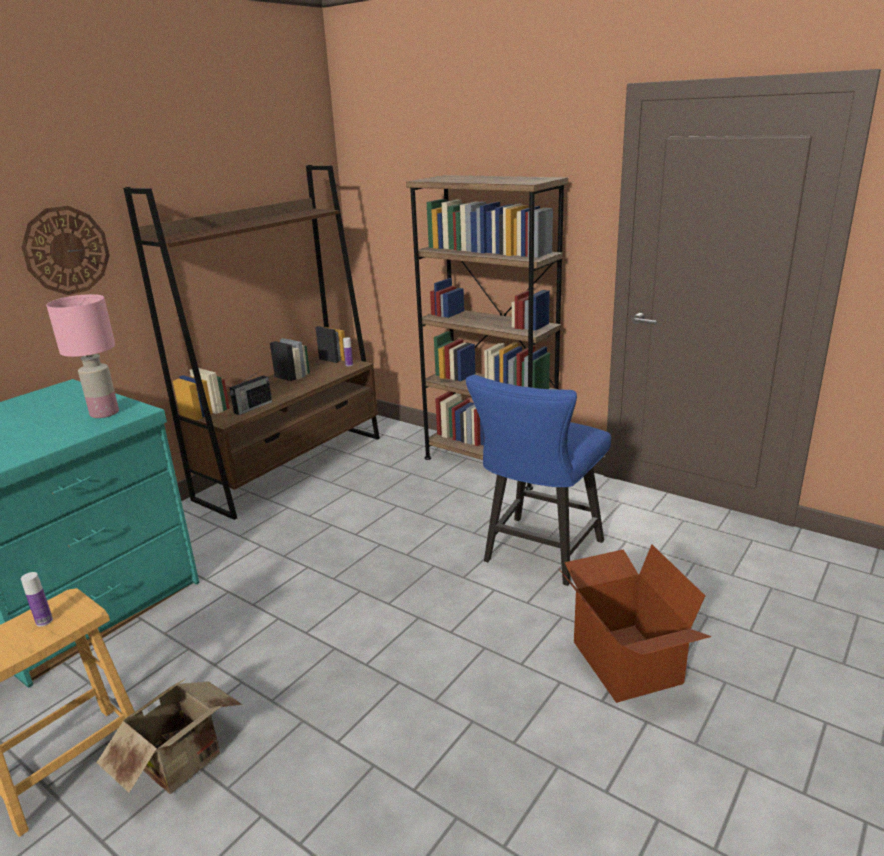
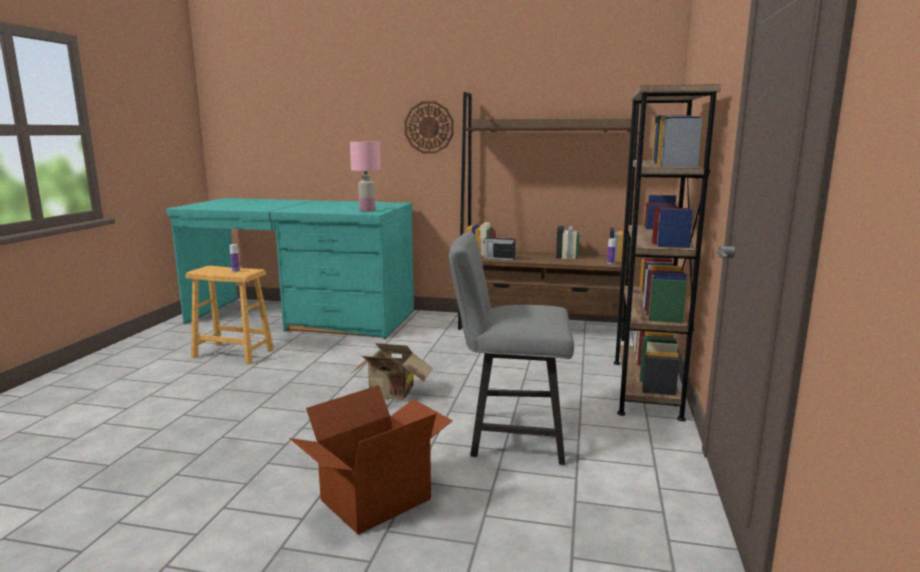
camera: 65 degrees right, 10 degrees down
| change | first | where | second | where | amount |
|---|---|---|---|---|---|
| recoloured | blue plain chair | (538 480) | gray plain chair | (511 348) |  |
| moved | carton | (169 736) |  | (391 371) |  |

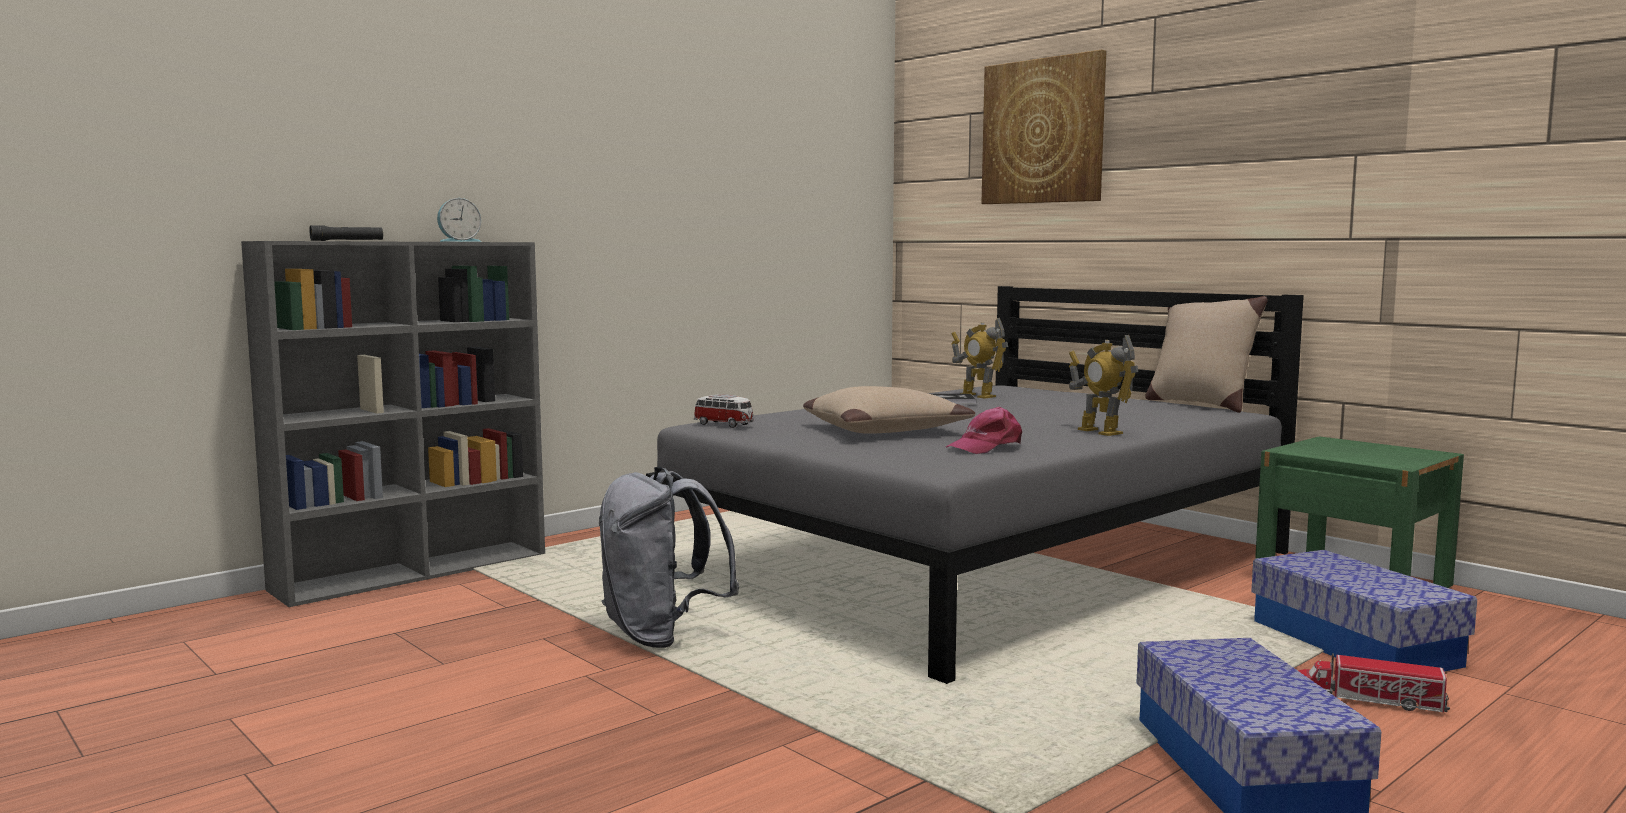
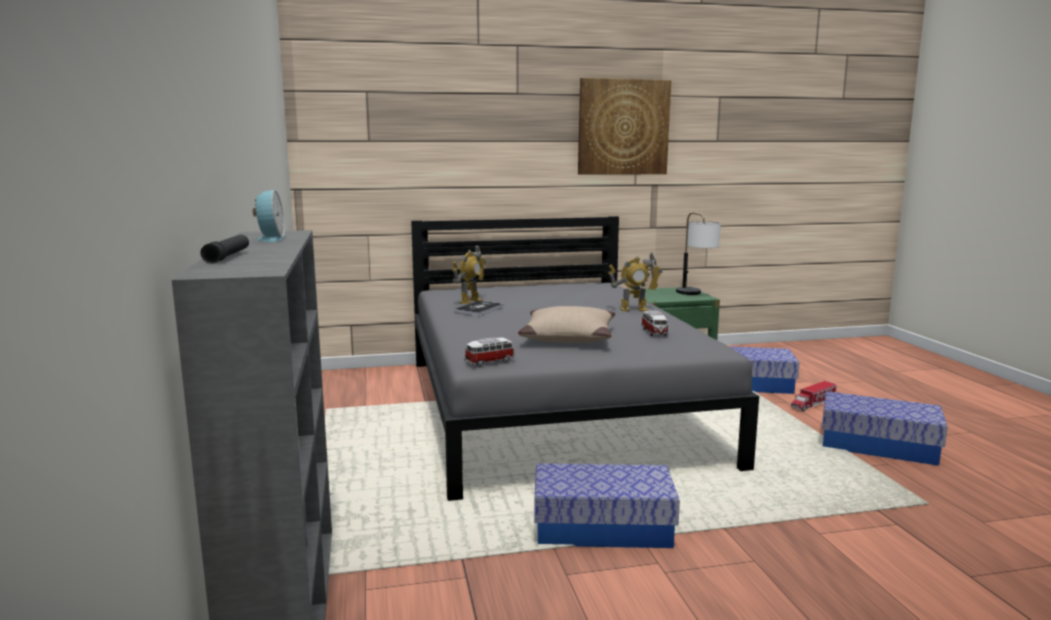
camera: 60 degrees left, 5 degrees up
| change | first | where | second | where | amount |
|---|---|---|---|---|---|
| moved | wall art | (1043 127) |  | (624 126) |  |
| removed | sand-coloured cushion | (1206 354) |  |  |  |
| turned | robot figure | (980 358) |  | (469 274) | 45 degrees counterclockwise |
| replaced | pink peaked cap | (984 430) | miniature car | (655 323) |  |
| replaced | gray knapsack | (669 557) | storage box | (607 505) |  |
| added |  |  | tabletop lamp | (698 253) |  |

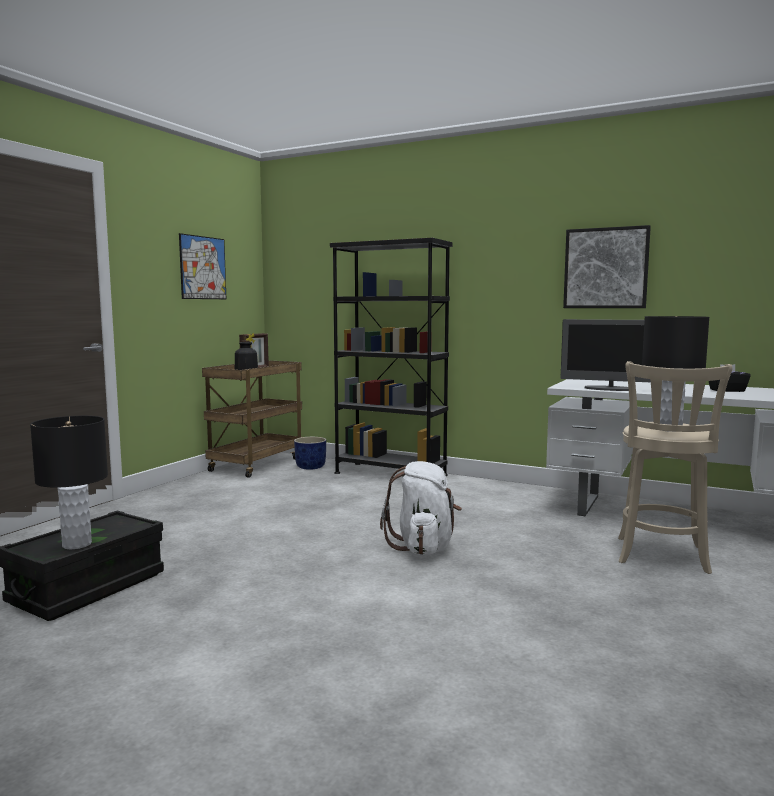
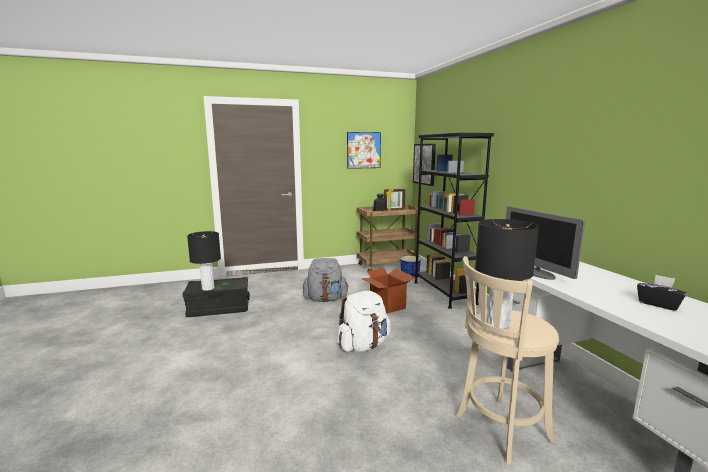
camera: 45 degrees right, 5 degrees up
| change | first | where | second | where | amount |
|---|---|---|---|---|---|
| moved | wall art | (607 266) |  | (424 165) |  |
| added |  |  | gray knapsack | (325 280) |  |
| added |  |  | carton | (388 291) |  |

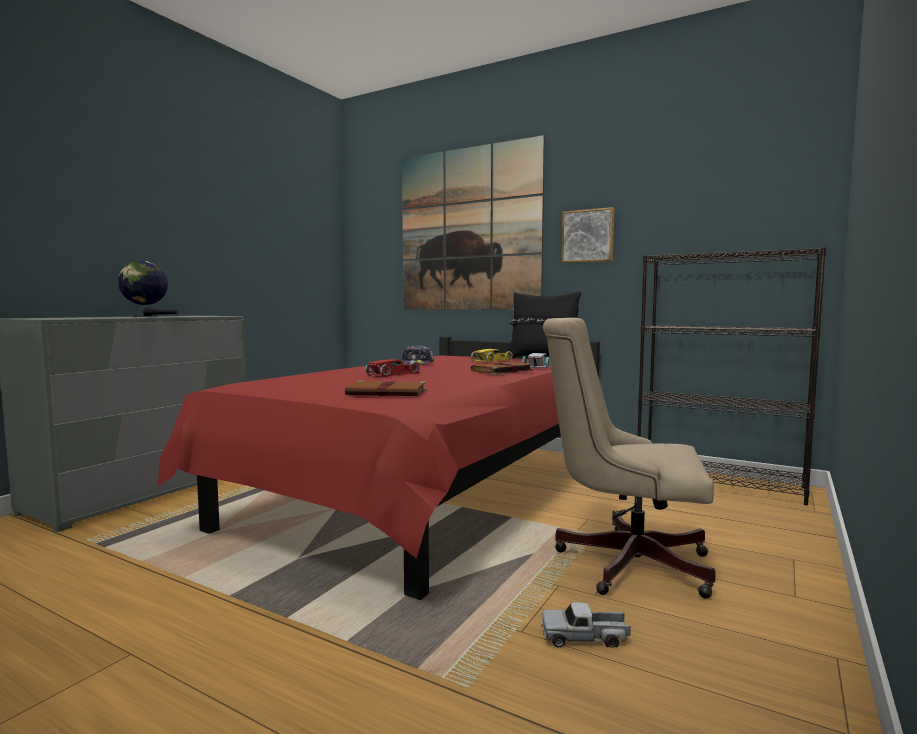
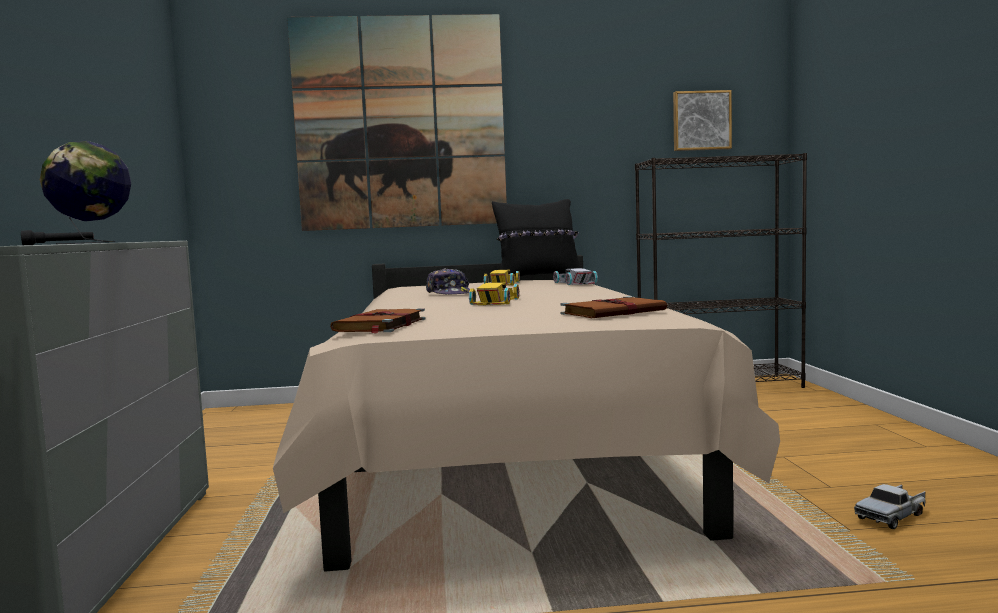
camera: 35 degrees left, 0 degrees up
| change | first | where | second | where | amount |
|---|---|---|---|---|---|
| moved | wall art | (587 235) |  | (702 120) |  |
| removed | sand-coloured office chair | (629 458) |  |  |  |
| recoloured | reddish bedroom bed | (379 468) | sand-coloured bedroom bed | (526 413) |  |
| recoloured | reddish miniature car | (392 368) | yellow-coloured miniature car | (494 294) |  |
| moved | brown-coloured book | (502 368) |  | (377 321) |  |

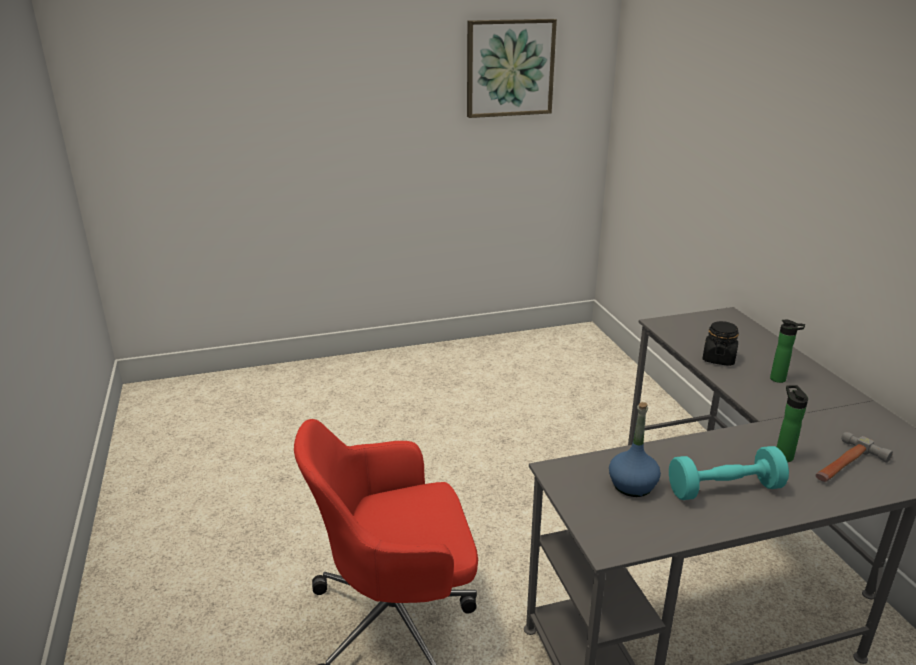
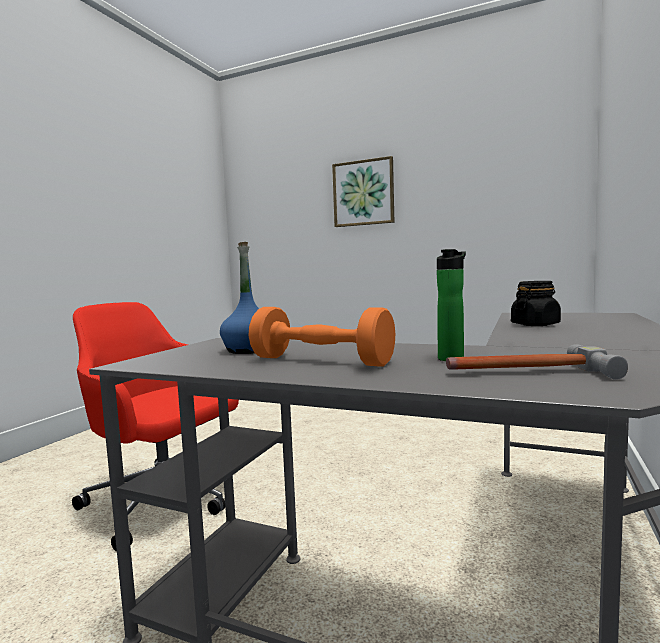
camera: 40 degrees right, 20 degrees down
| change | first | where | second | where | amount |
|---|---|---|---|---|---|
| moved | wall art | (512 68) |  | (363 191) |  |
| removed | drink bottle | (787 351) |  |  |  |
| recoloured | turquoise dumbbell | (729 473) | orangey dumbbell | (322 337) |  |

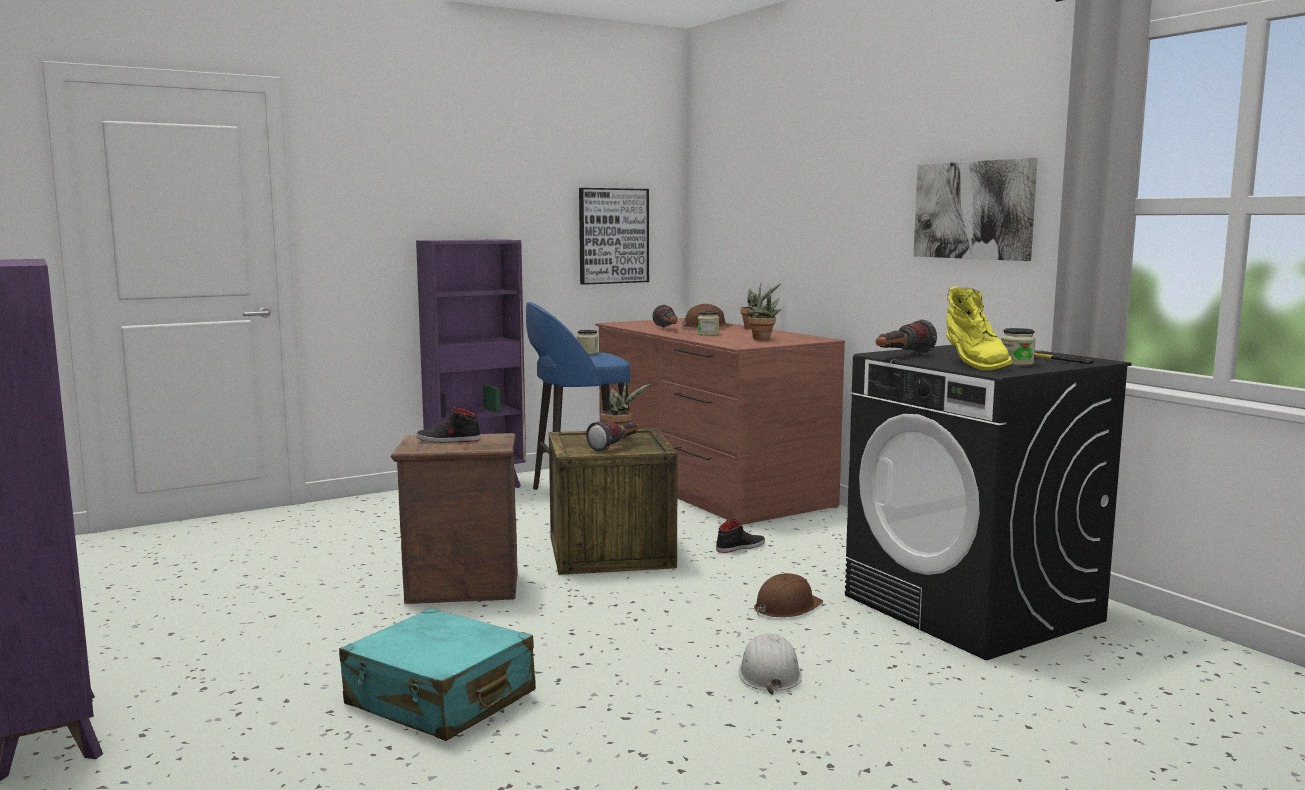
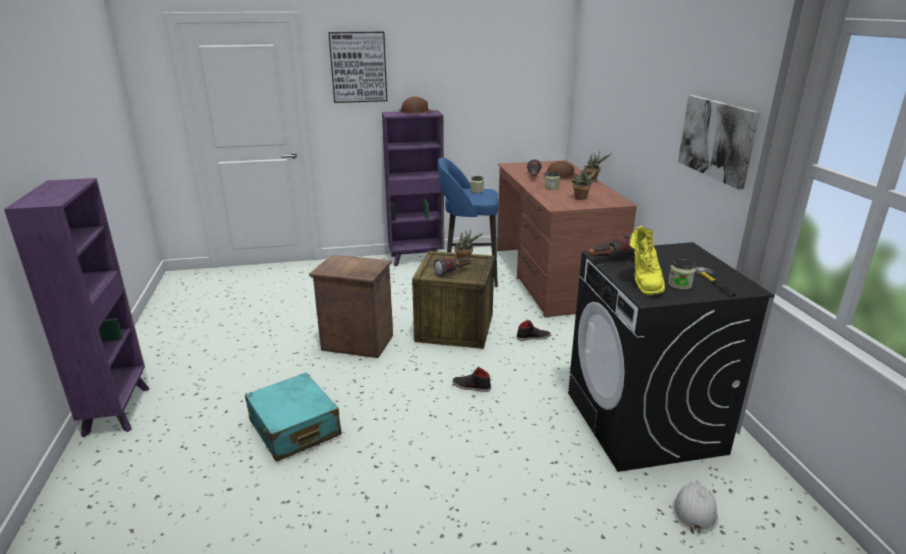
camera: 20 degrees right, 15 degrees up
| change | first | where | second | where | amount |
|---|---|---|---|---|---|
| moved | wall art | (614 236) |  | (357 67) |  |
| moved | black-coloured item of footwear | (448 424) |  | (472 379) |  |
| moved | brown-coloured hard hat | (788 595) |  | (416 105) |  |
| moved | white-coloured hard hat | (770 664) |  | (695 508) |  |

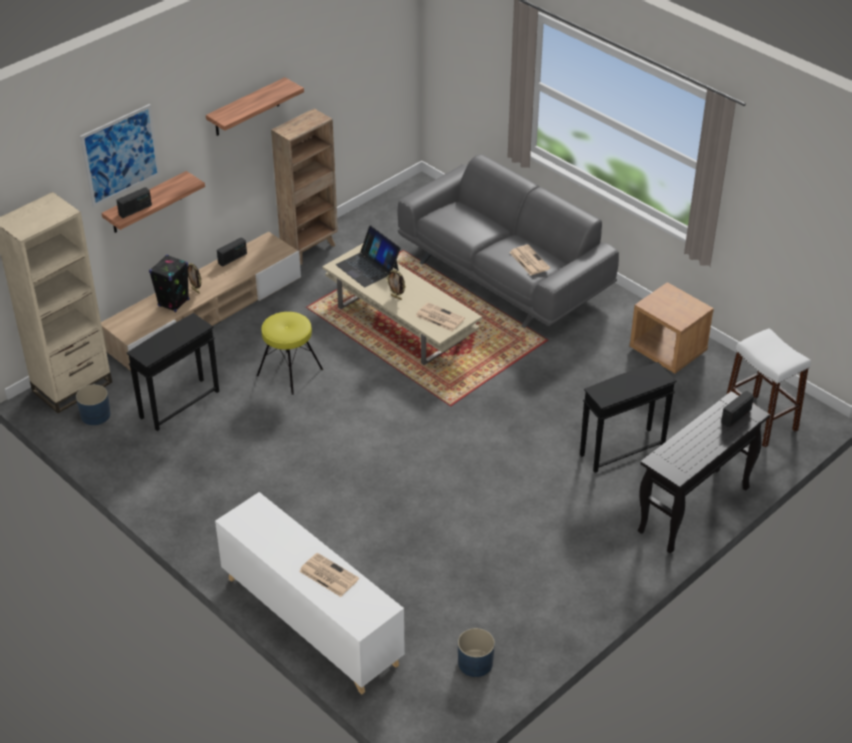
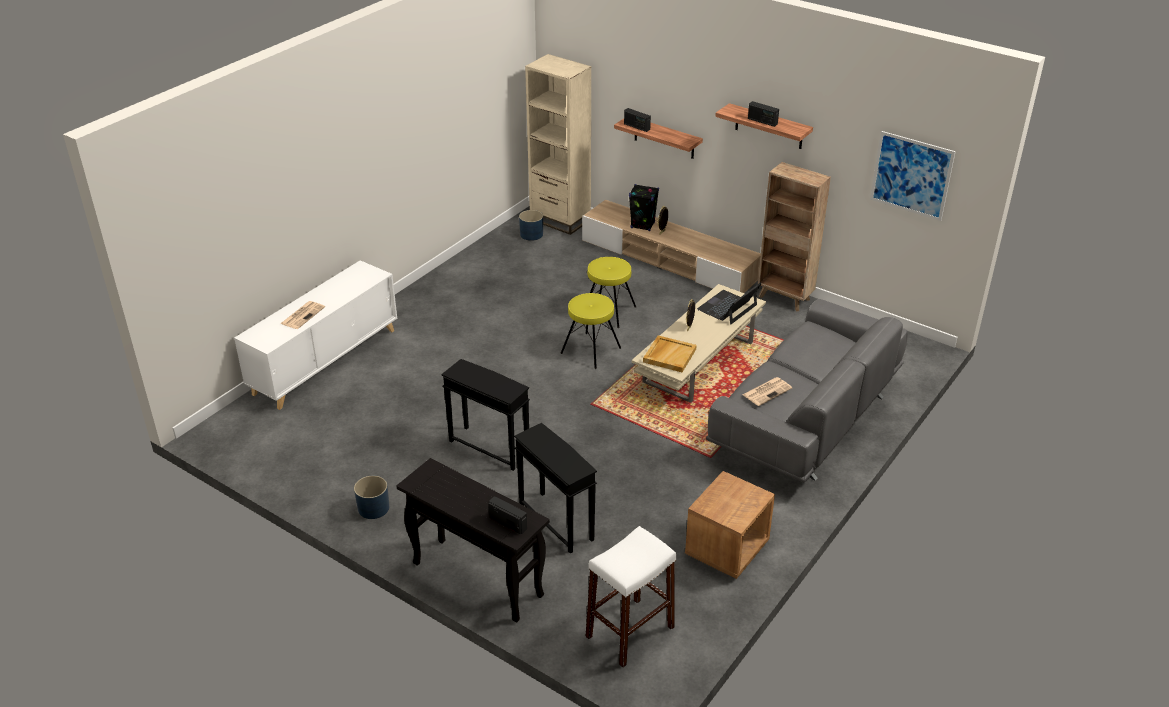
camera: 80 degrees right, 5 degrees down
| change | first | where | second | where | amount |
|---|---|---|---|---|---|
| moved | wall art | (120 155) |  | (913 176) |  |
| moved | radio receiver | (232 252) |  | (763 114) |  |
| replaced | daily paper | (440 317) | sand-coloured carrying tray | (670 353) |  |
| moved | black-coloured side table | (173 372) |  | (485 415) |  |
| moved | blue flower pot | (476 652) |  | (371 497) |  |
| added |  |  | yellow-coloured stool | (590 331) |  |

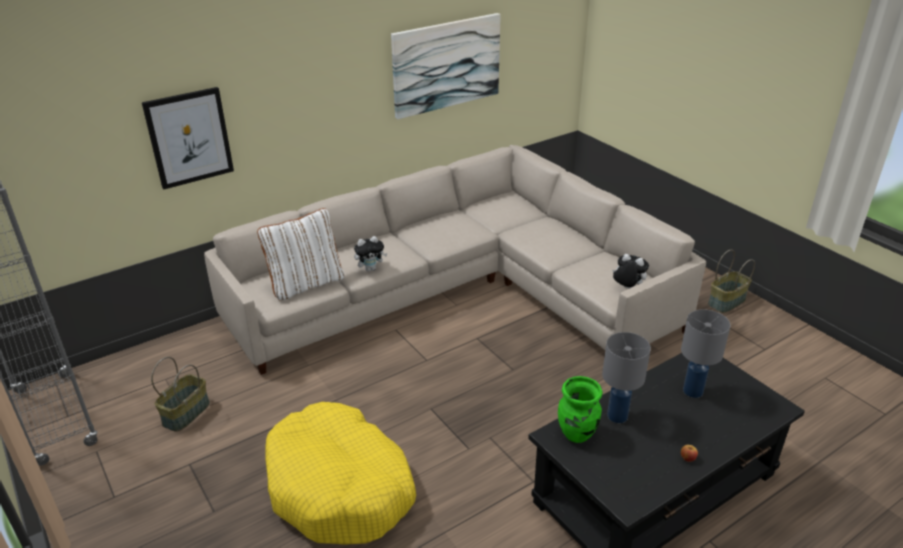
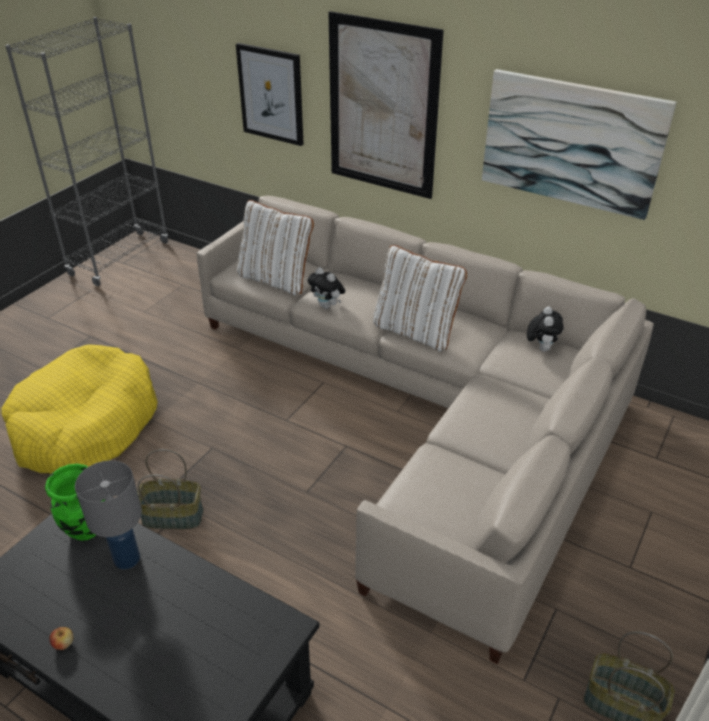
camera: 65 degrees right, 5 degrees up
| change | first | where | second | where | amount |
|---|---|---|---|---|---|
| moved | plush toy | (630 271) |  | (545 329) |  |
| removed | gray tabletop lamp | (706 353) |  |  |  |
| moved | basket | (180 394) |  | (170 489) |  |
| added |  |  | wall art | (386 105) |  |
| added |  |  | white-coloured cushion | (420 298) |  |

